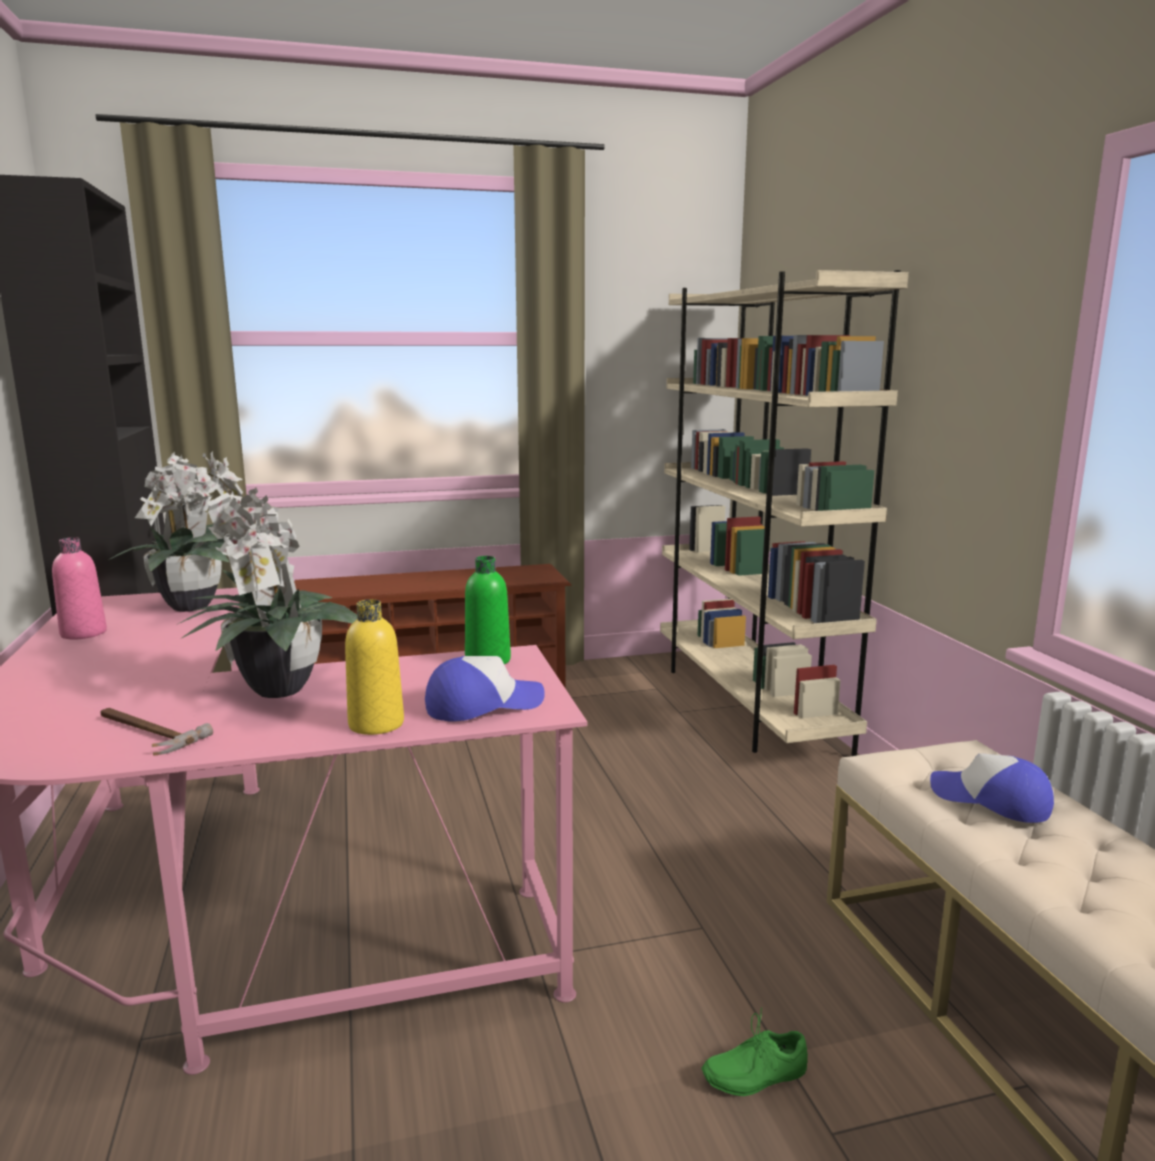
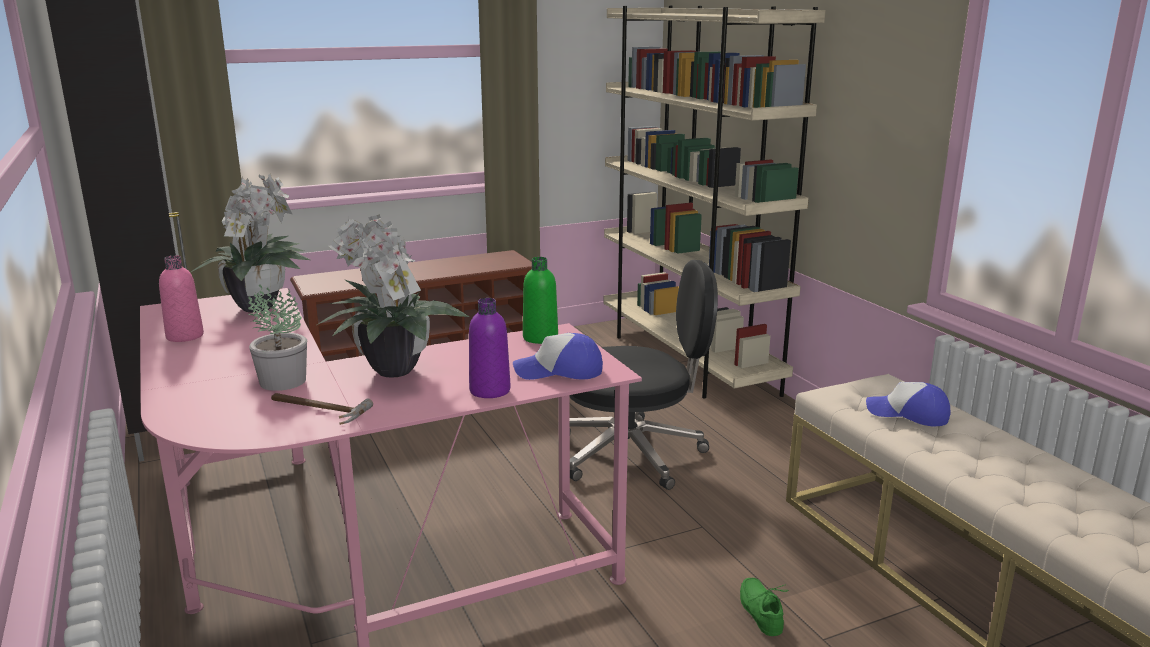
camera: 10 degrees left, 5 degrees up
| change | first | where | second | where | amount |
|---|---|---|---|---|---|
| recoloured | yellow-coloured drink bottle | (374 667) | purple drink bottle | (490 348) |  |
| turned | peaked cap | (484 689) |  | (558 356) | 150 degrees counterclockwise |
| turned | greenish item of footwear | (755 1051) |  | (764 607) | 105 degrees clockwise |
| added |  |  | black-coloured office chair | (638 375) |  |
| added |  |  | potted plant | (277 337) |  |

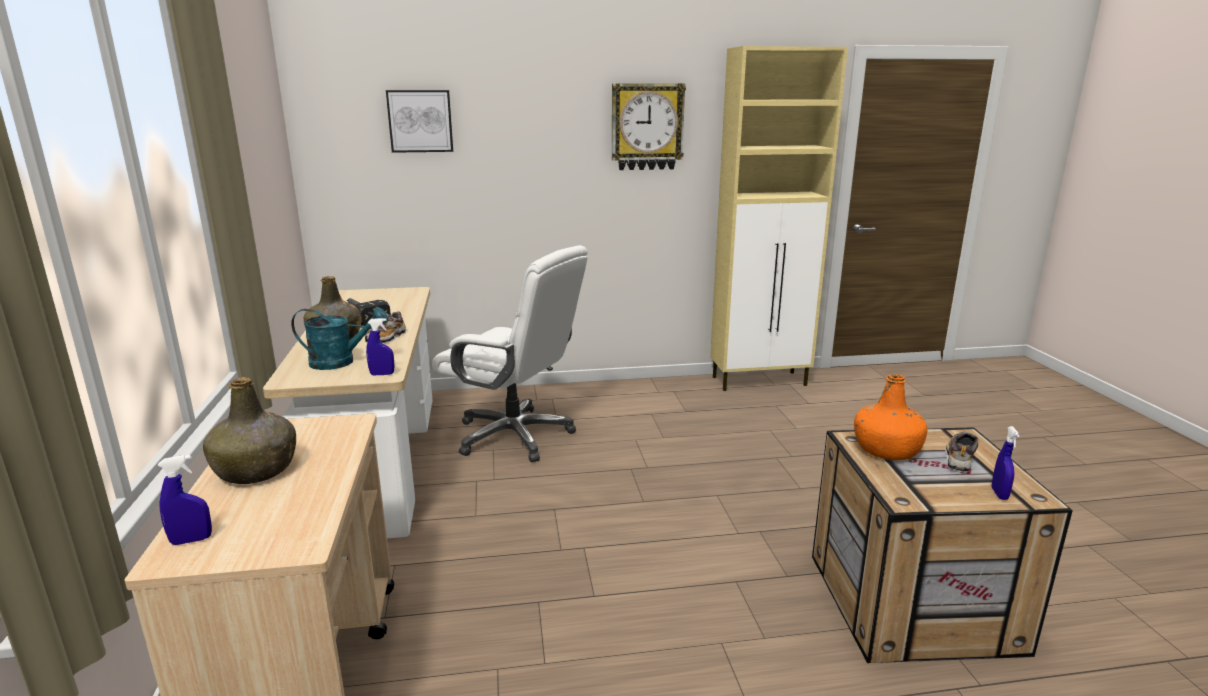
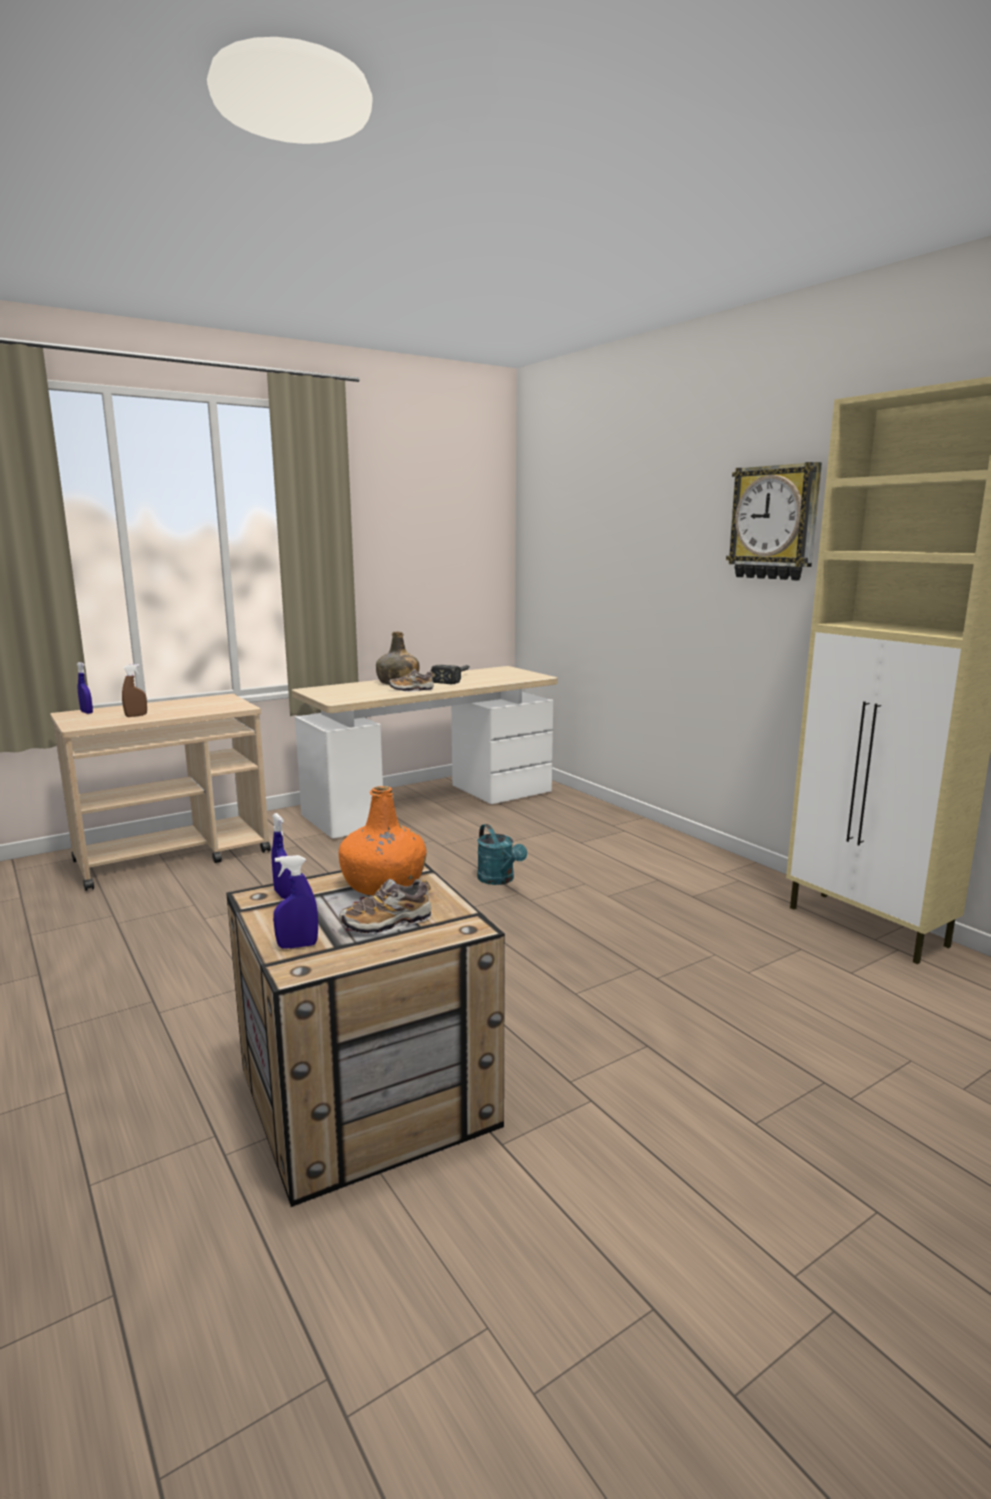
camera: 65 degrees right, 5 degrees down
| change | first | where | second | where | amount |
|---|---|---|---|---|---|
| removed | wall art | (419 121) |  |  |  |
| removed | white-coloured office chair | (510 353) |  |  |  |
| moved | turquoise sprinkling can | (339 338) |  | (502 854) |  |
| moved | blue sprayer | (380 346) |  | (282 856) |  |
| removed | greenish drink bottle | (249 430) |  |  |  |
| turned | item of footwear | (961 451) |  | (385 906) | 150 degrees clockwise |
| added |  |  | brown-coloured sprayer | (134 690) |  |

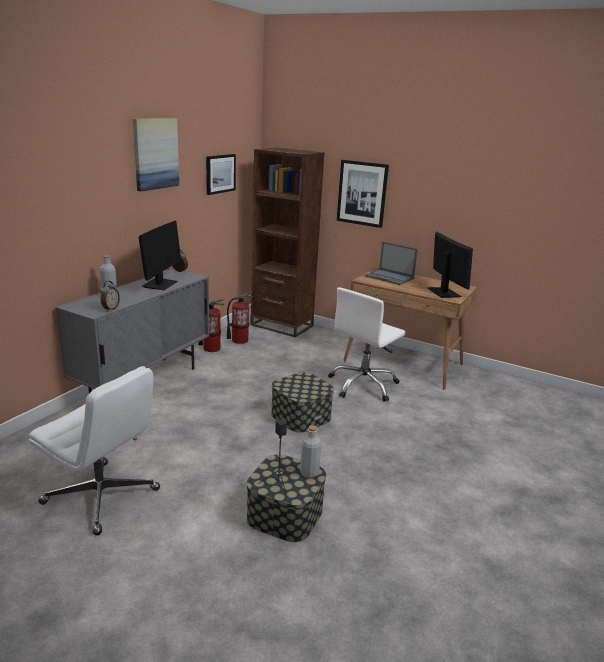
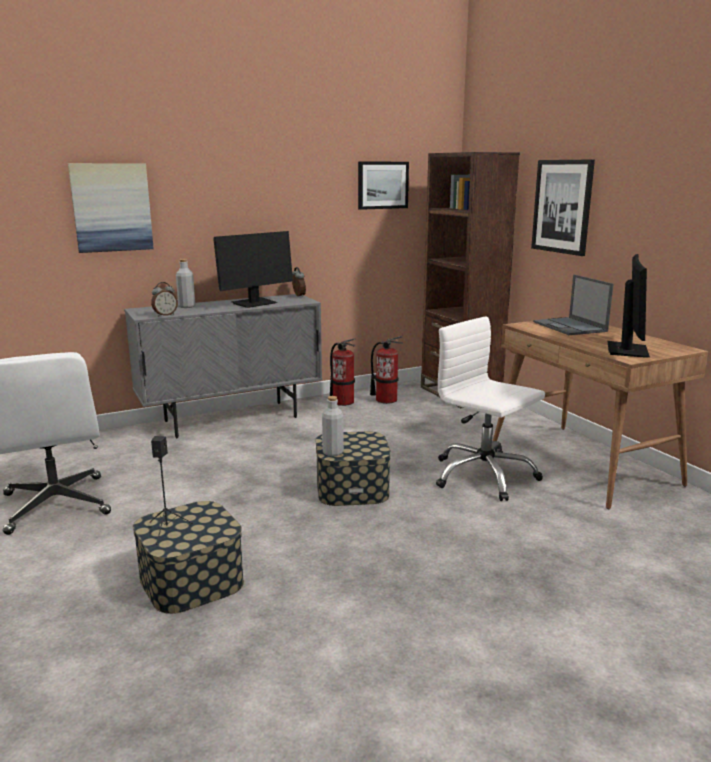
camera: 35 degrees right, 5 degrees down
| change | first | where | second | where | amount |
|---|---|---|---|---|---|
| moved | wall art | (156 155) |  | (111 208) |  |
| turned | white-coloured office chair | (367 344) |  | (490 409) | 60 degrees clockwise |
| moved | gray drink bottle | (311 451) |  | (333 426) |  |

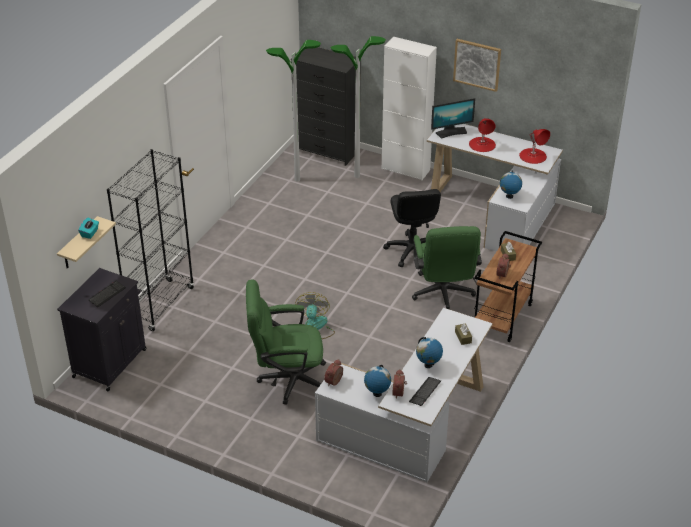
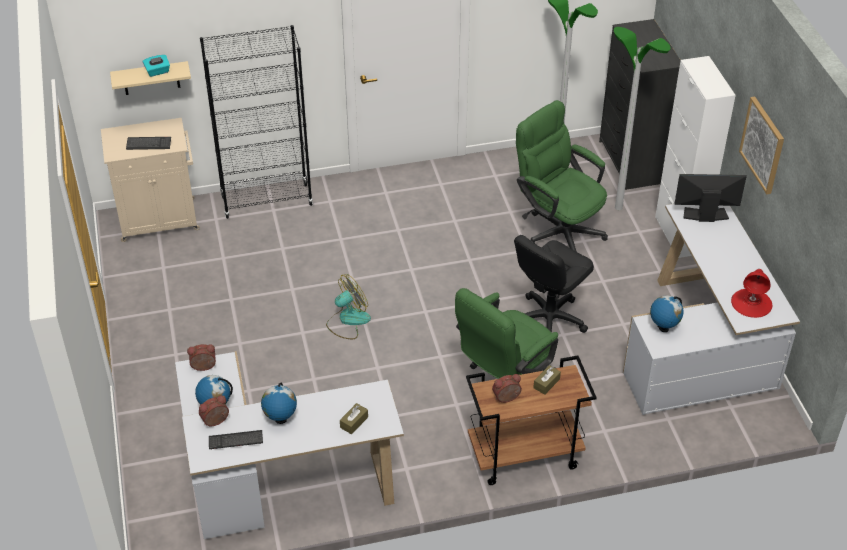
camera: 50 degrees right, 5 degrees up
| change | first | where | second | where | amount |
|---|---|---|---|---|---|
| turned | computer screen | (453 118) |  | (710 198) | 150 degrees clockwise |
| removed | reddish tabletop lamp | (482 135) |  |  |  |
| recoloured | black-coloured cabinet | (101 329) | sand-coloured cabinet | (150 180) |  |
| moved | greenish office chair | (286 342) |  | (562 176) |  |

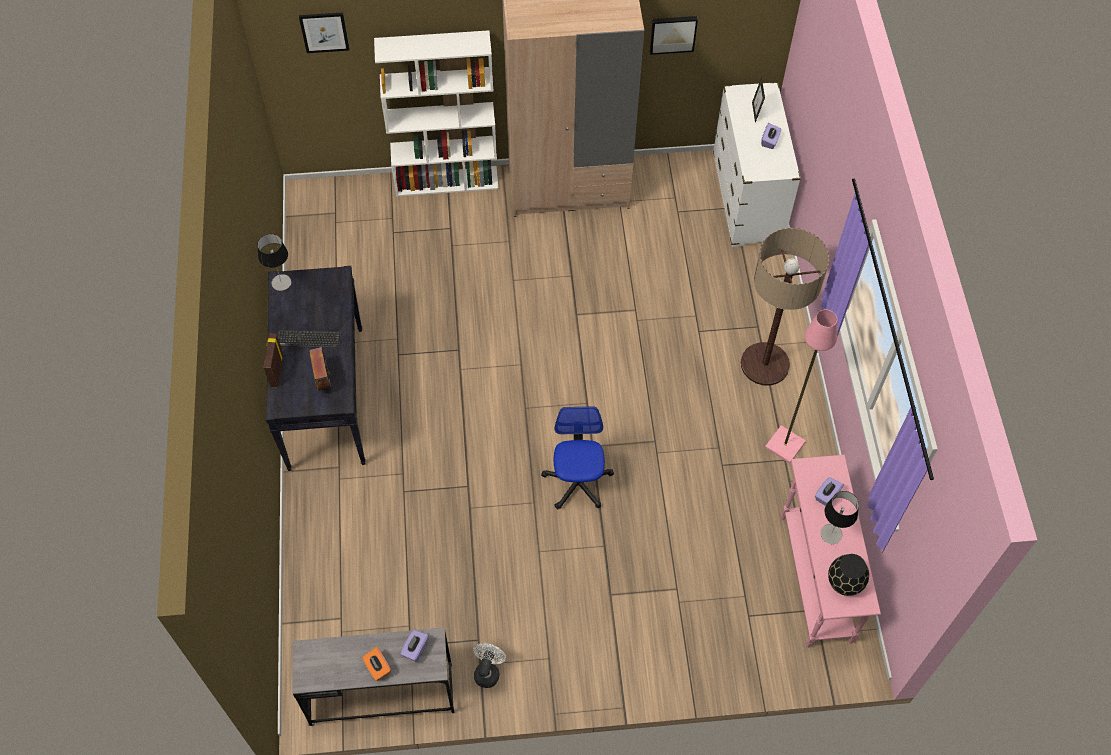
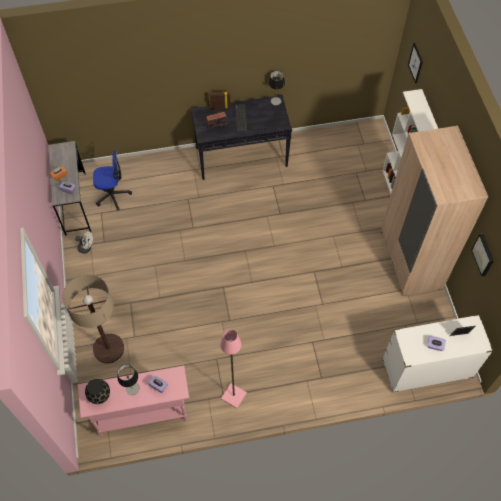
camera: 85 degrees right, 0 degrees up
| change | first | where | second | where | amount |
|---|---|---|---|---|---|
| moved | standing lamp | (785 307) |  | (93 318) |  |
| moved | office chair | (577 458) |  | (112 180) |  |

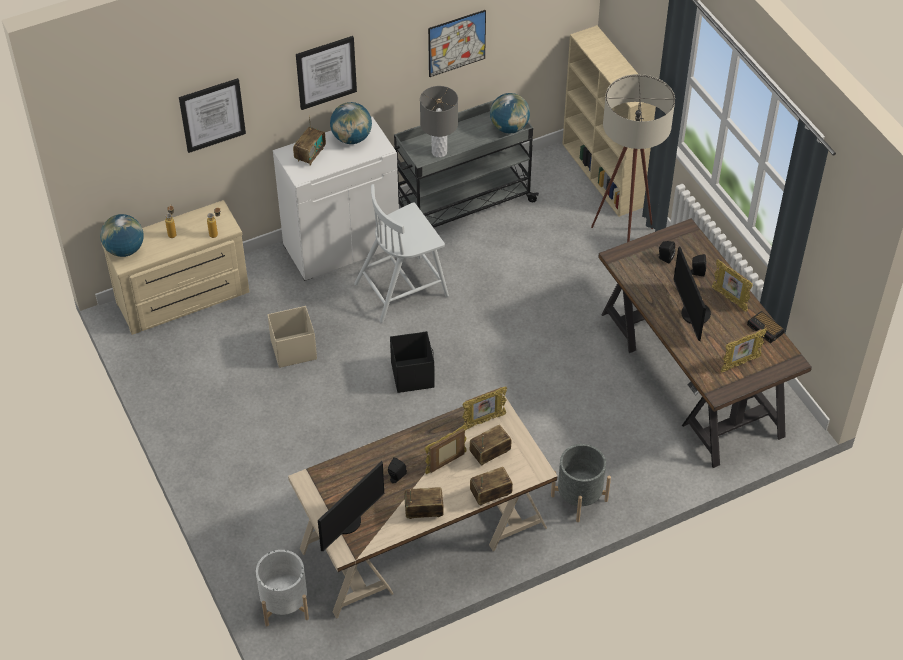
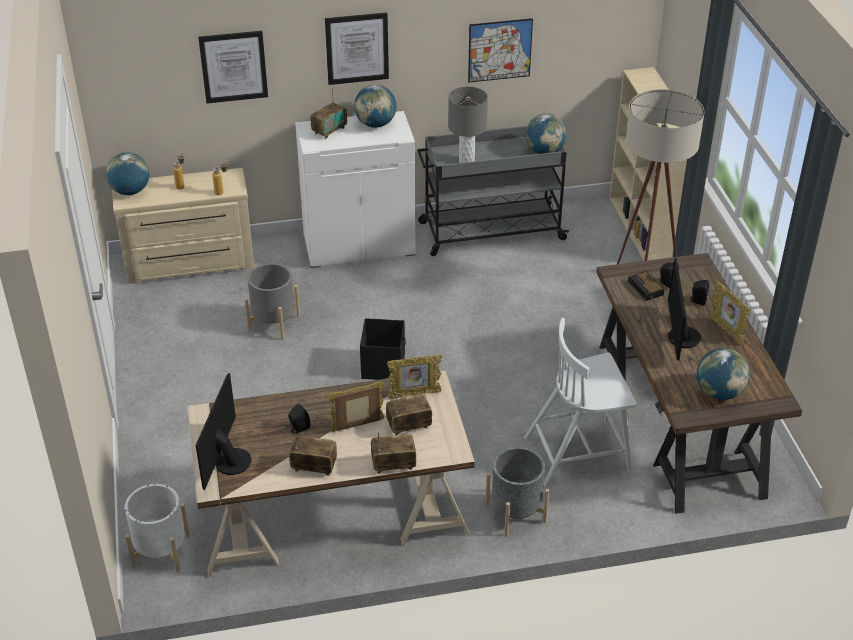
camera: 15 degrees right, 10 degrees down
| change | first | where | second | where | amount |
|---|---|---|---|---|---|
| moved | white-coloured plain chair | (401 253) |  | (580 402) |  |
| replaced | sand-coloured storage box | (292 337) | gray flower pot | (272 301) |  |
| moved | alarm clock | (766 327) |  | (646 286) |  |
| replaced | picture frame | (744 350) | globe | (723 374) |  |
| turned | computer screen | (351 506) |  | (224 432) | 135 degrees clockwise |

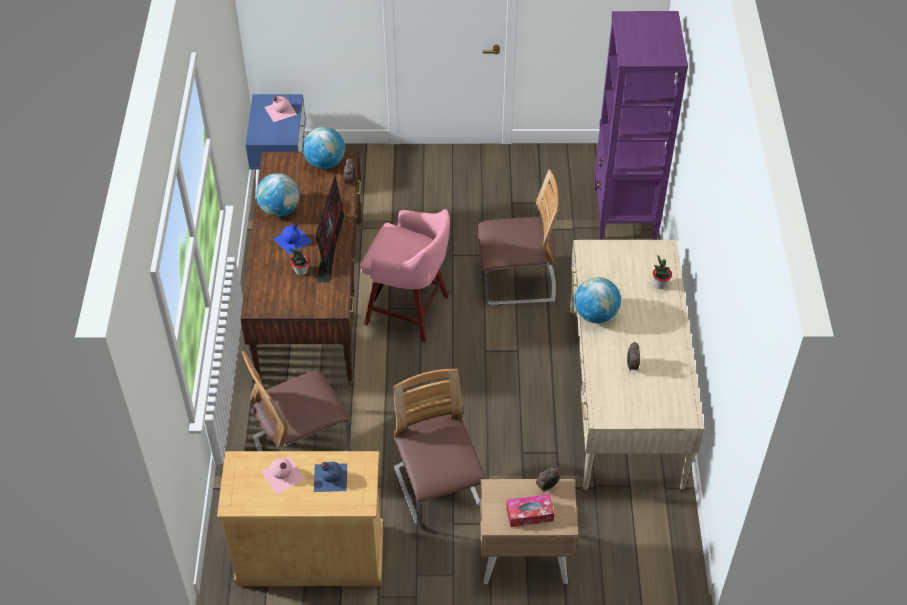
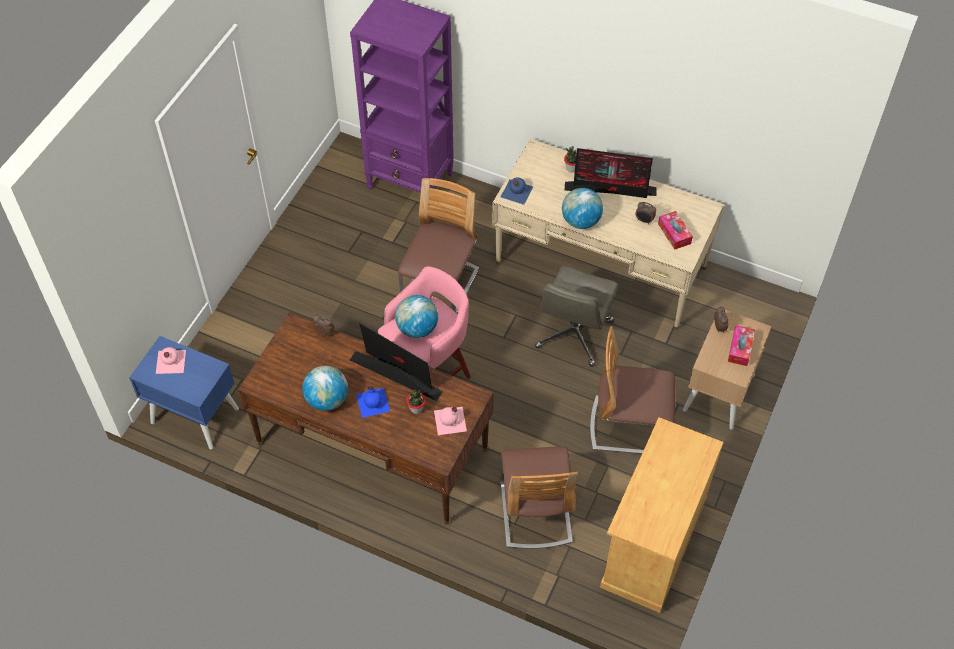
camera: 65 degrees left, 5 degrees up
| change | first | where | second | where | amount |
|---|---|---|---|---|---|
| moved | globe | (324 148) |  | (416 316) |  |
| moved | pink drink bottle | (283 475) |  | (450 421) |  |
| moved | blue drink bottle | (330 476) |  | (517 191) |  |
| added |  |  | computer screen | (610 173) |  |
| added |  |  | tissue box | (675 230) |  |
| added |  |  | gray office chair | (576 316) |  |

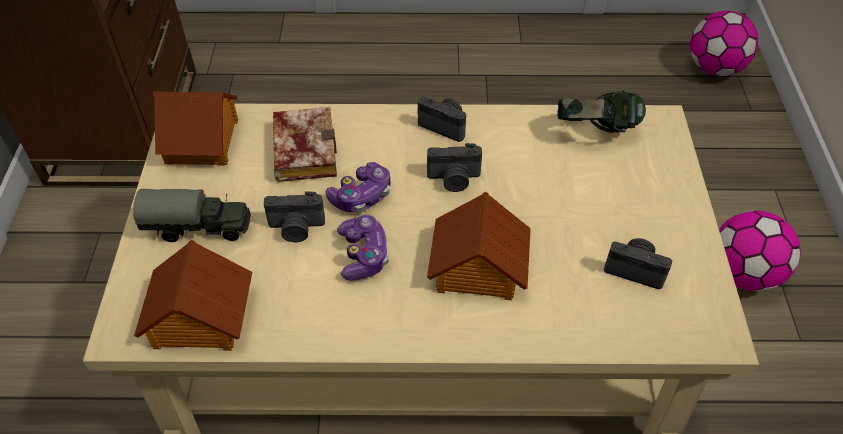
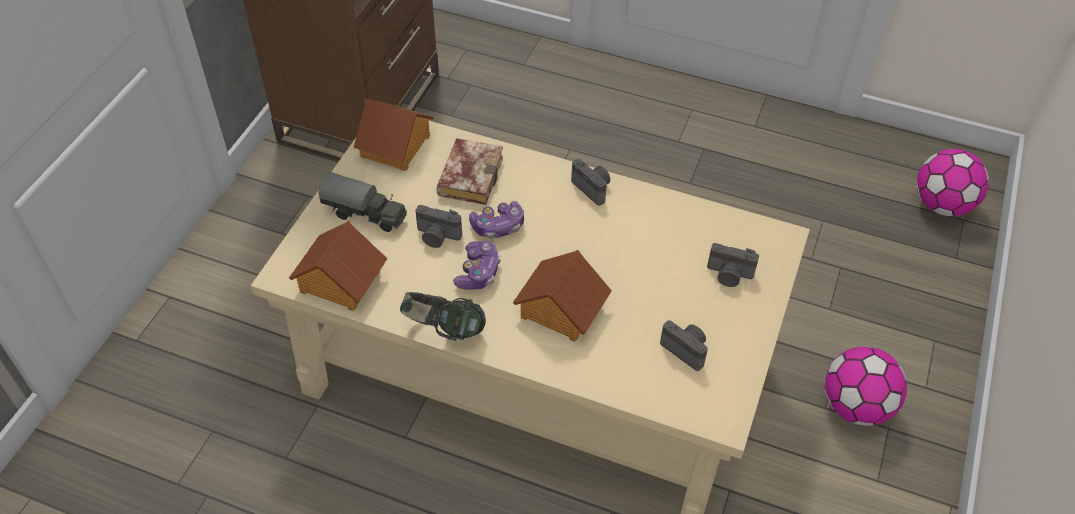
camera: 20 degrees right, 0 degrees up
| change | first | where | second | where | amount |
|---|---|---|---|---|---|
| moved | headphones | (601 111) |  | (443 316) |  |
| moved | photo camera | (454 167) |  | (733 265) |  |

